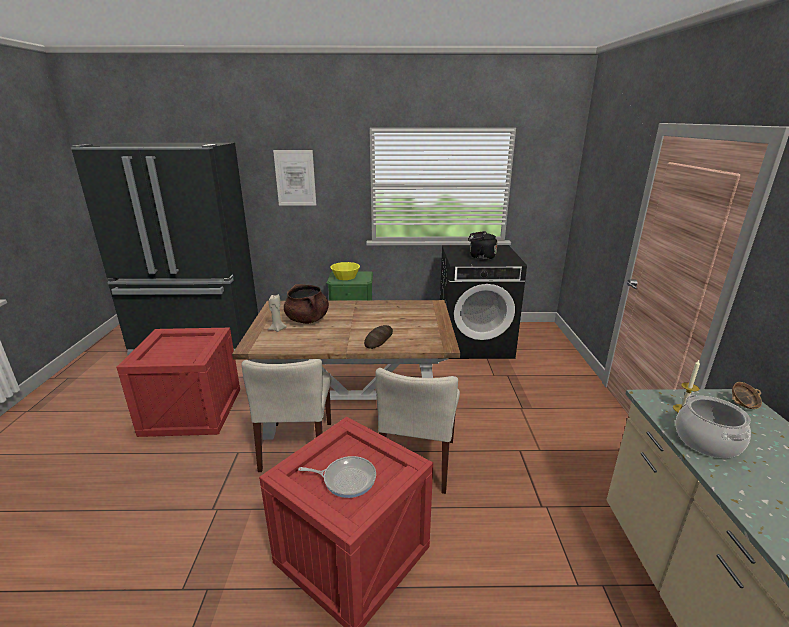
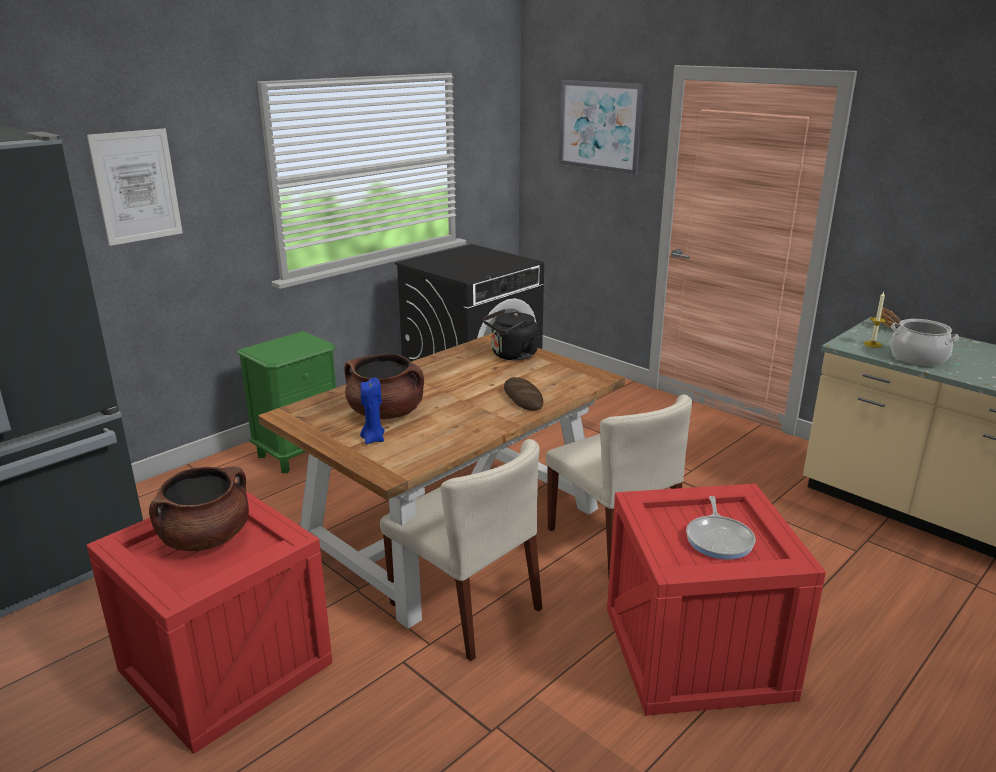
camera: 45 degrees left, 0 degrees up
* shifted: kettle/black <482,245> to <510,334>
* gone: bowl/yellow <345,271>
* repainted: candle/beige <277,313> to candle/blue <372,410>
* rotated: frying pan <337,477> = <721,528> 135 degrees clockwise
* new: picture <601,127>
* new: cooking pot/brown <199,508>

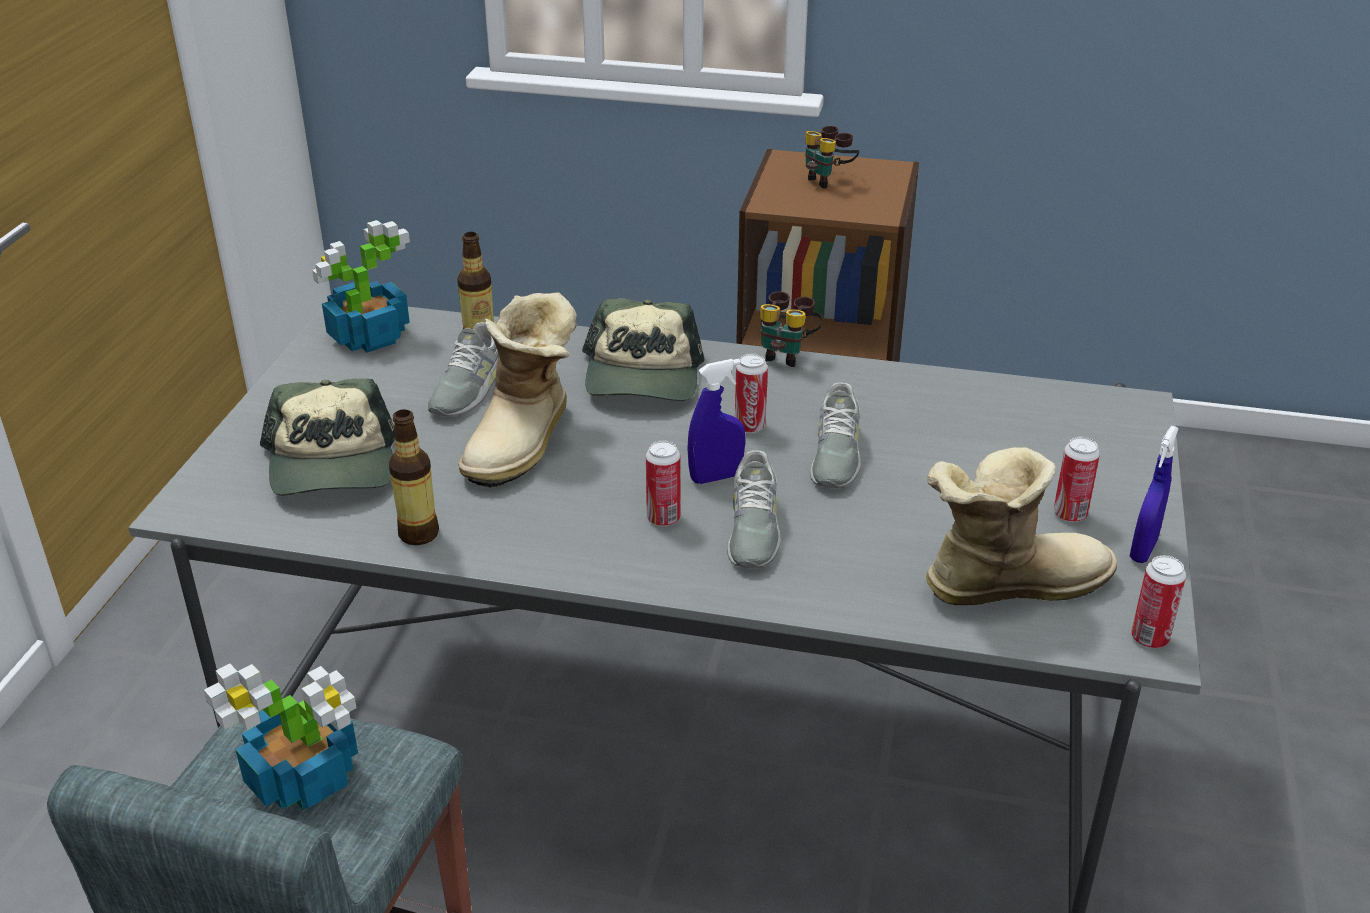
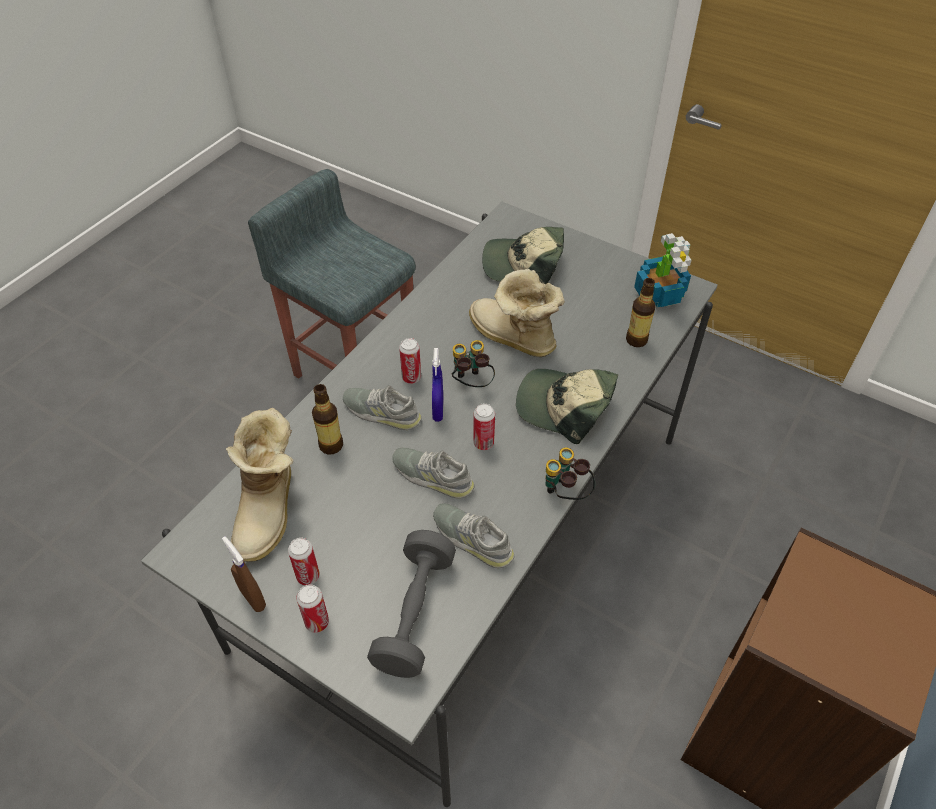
camera: 110 degrees right, 15 degrees up
* shifted: binoculars <832,157> to <473,363>
* shifted: shoe/grey <463,369> to <474,535>
* shifted: bottle <414,477> to <327,419>
* repainted: spray bottle/blue <1154,494> to spray bottle/brown <244,574>
* shifted: can <1158,601> to <313,608>
* gone: potted plant <281,736>
* new: dumbbell/grey <411,604>

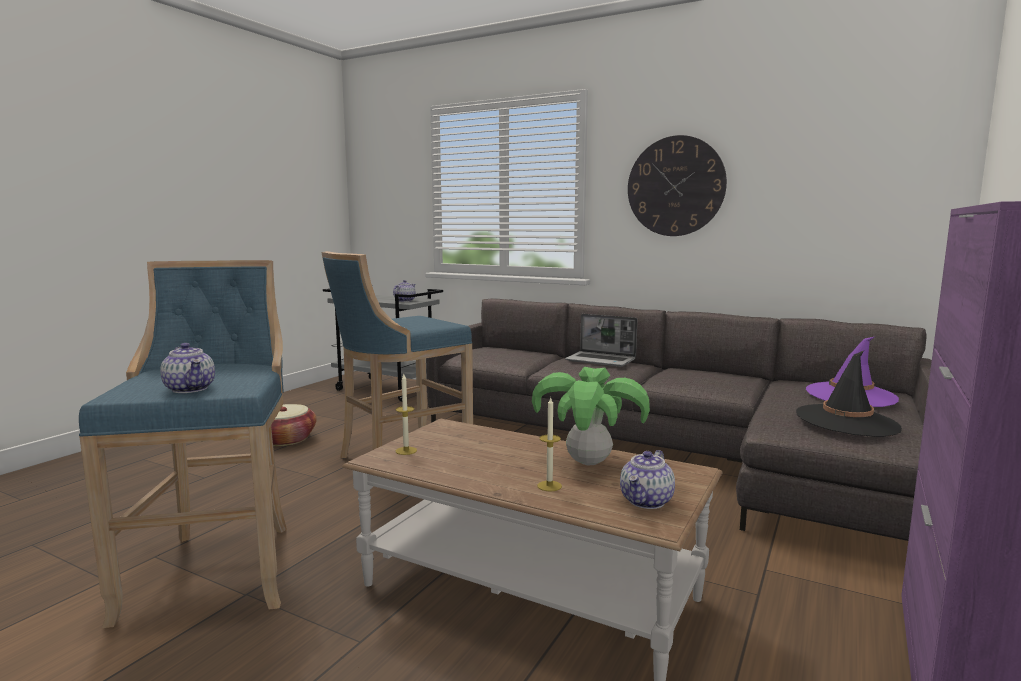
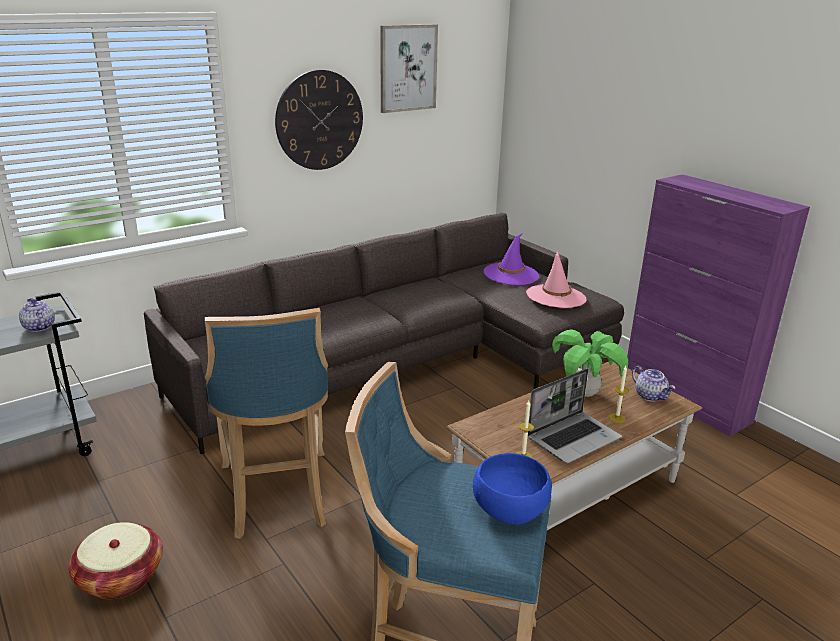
camera: 65 degrees left, 15 degrees up
* shifted: laptop <601,340> to <575,416>
* swapped: teapot <187,368> to bowl/blue <512,488>
* repainted: hat/black <849,394> to hat/pink <556,279>
* new: picture <409,68>

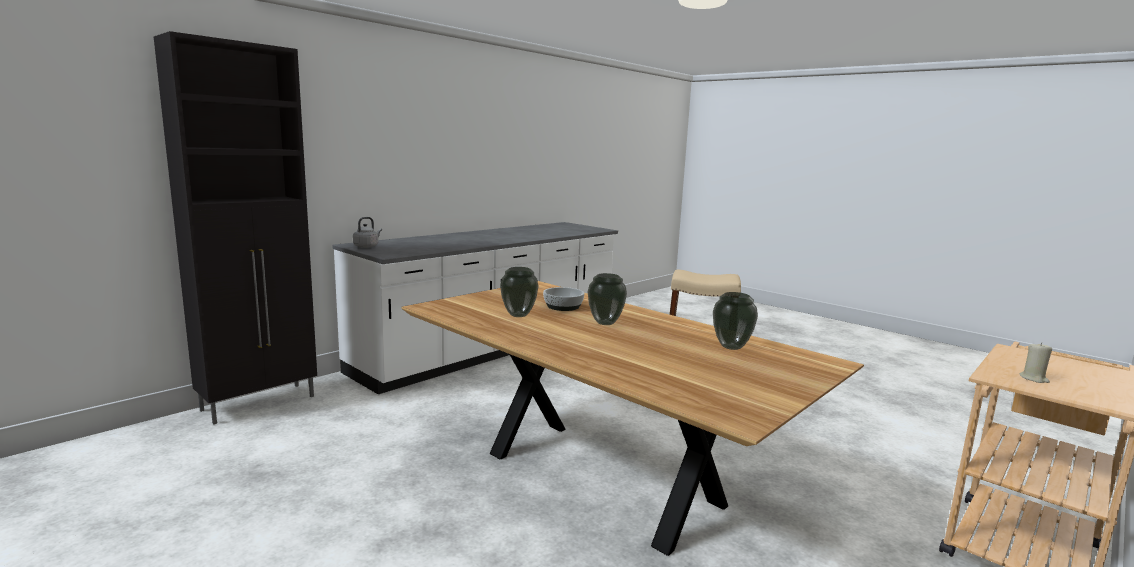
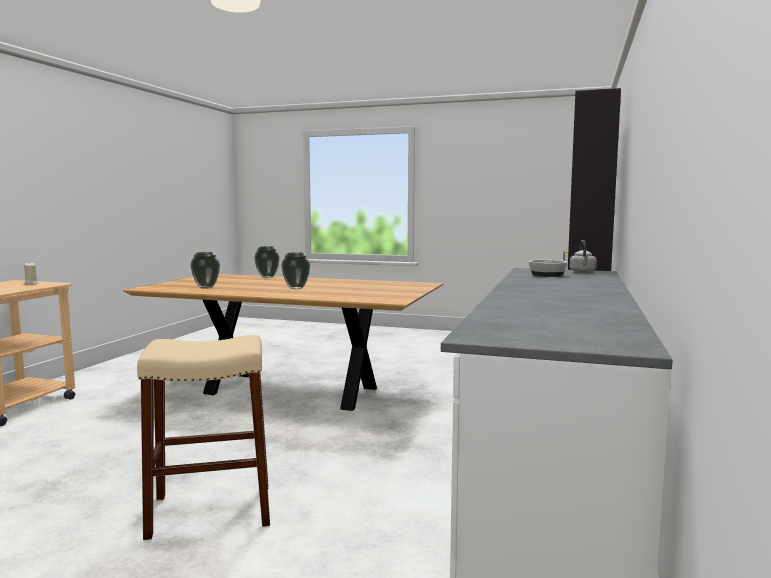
camera: 155 degrees right, 5 degrees down
* shifted: vase <519,292> to <267,262>
* shifted: bowl <564,299> to <547,268>

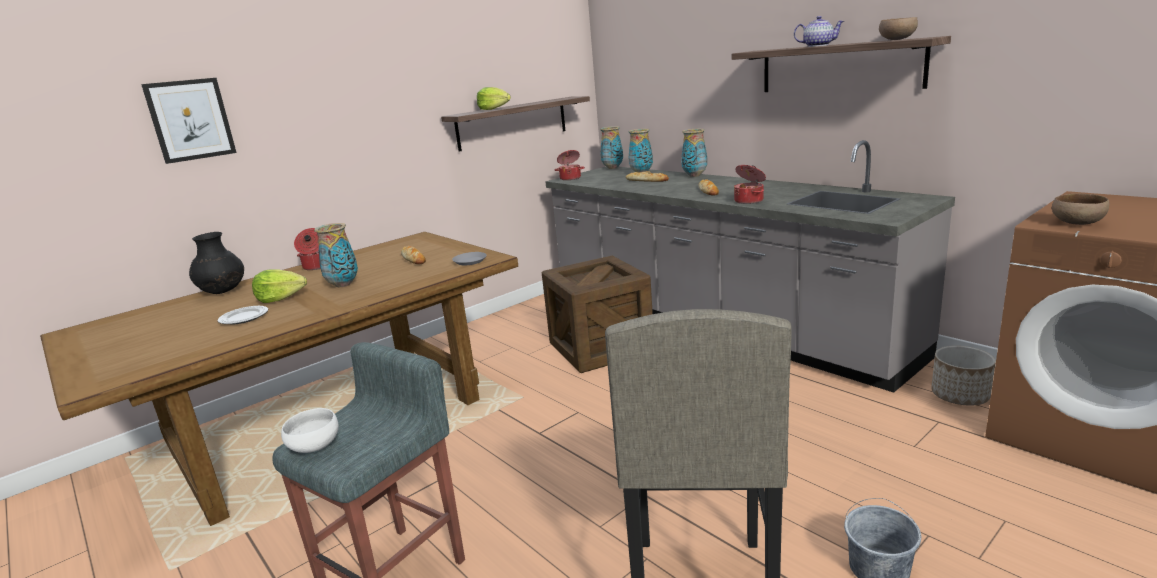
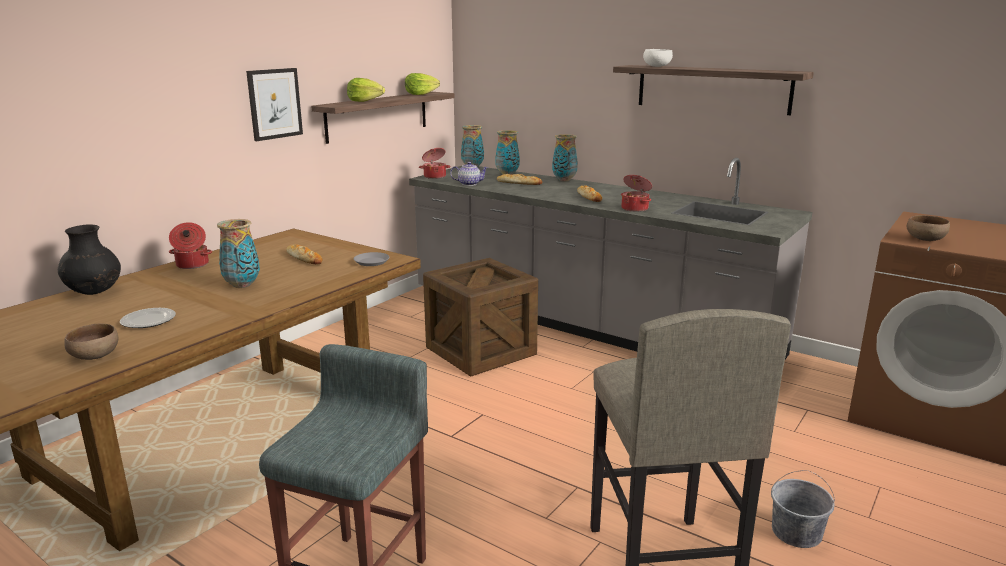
camera: 15 degrees left, 0 degrees up
* shifted: teapot <819,31> to <469,174>
* shifted: bowl/brown <898,28> to <91,342>
* shifted: picture <189,121> to <274,104>
* shifted: lettuce <279,286> to <422,84>
* gone: planter <963,376>
* shifted: bowl/white <310,430> to <658,58>

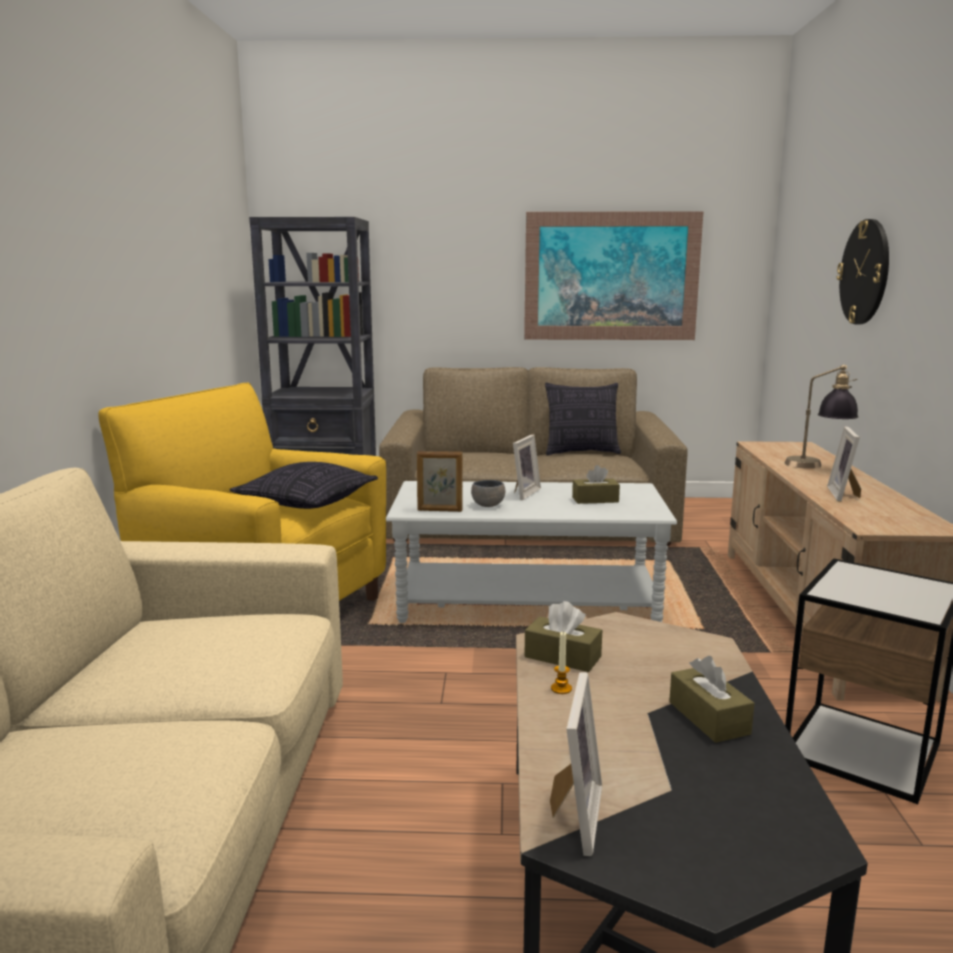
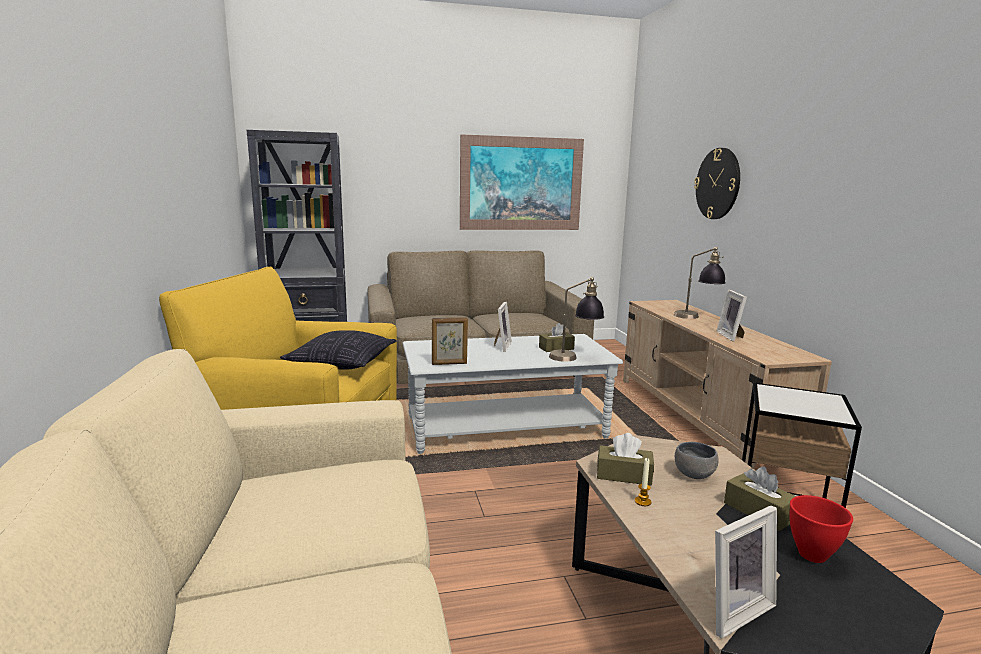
camera: 15 degrees left, 0 degrees up
* gone: pillow <583,419>
* shifted: bowl/grey <488,493> to <697,460>
* rotated: picture frame <576,764> = <746,572> 60 degrees clockwise
* new: table lamp <576,319>
* new: bowl/red <821,529>

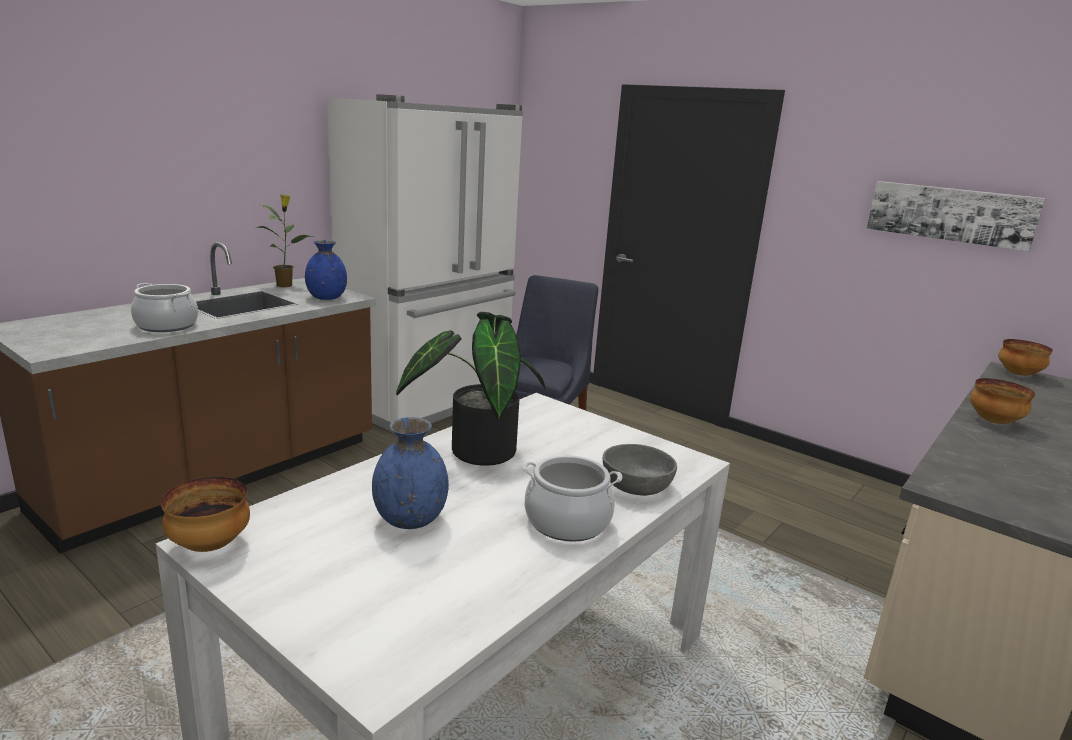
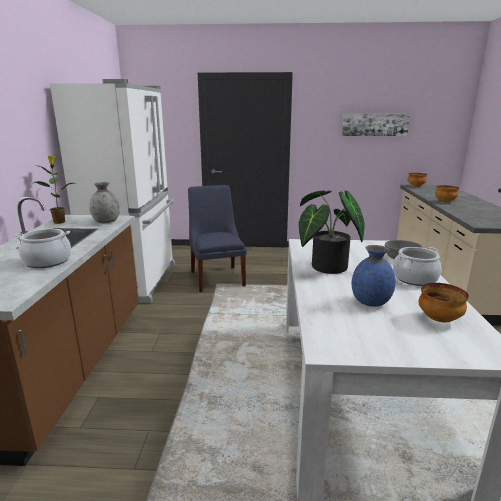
camera: 35 degrees left, 0 degrees up
* repainted: vase/blue <326,270> to vase/grey <104,202>
* shifted: bowl <205,514> to <444,302>

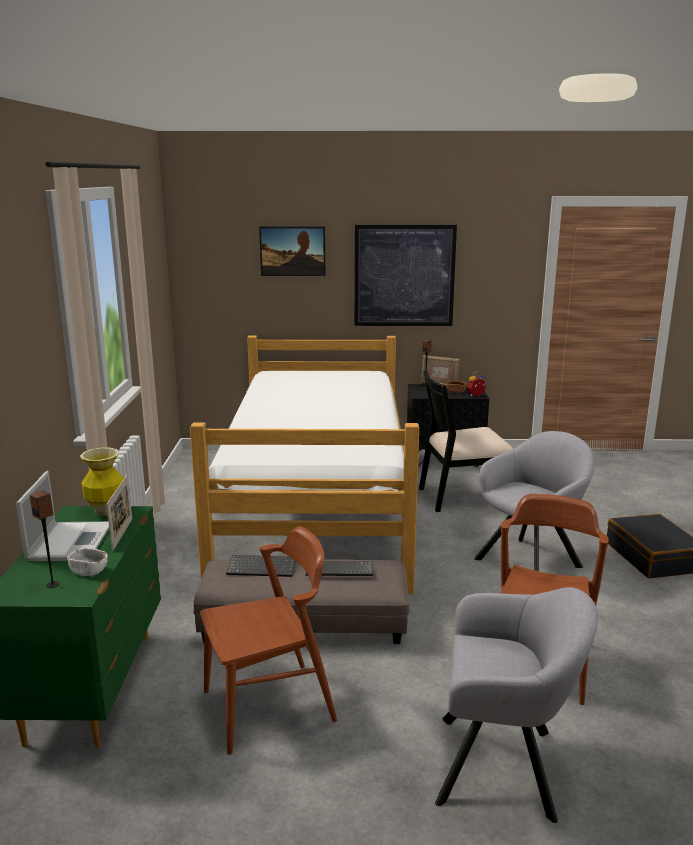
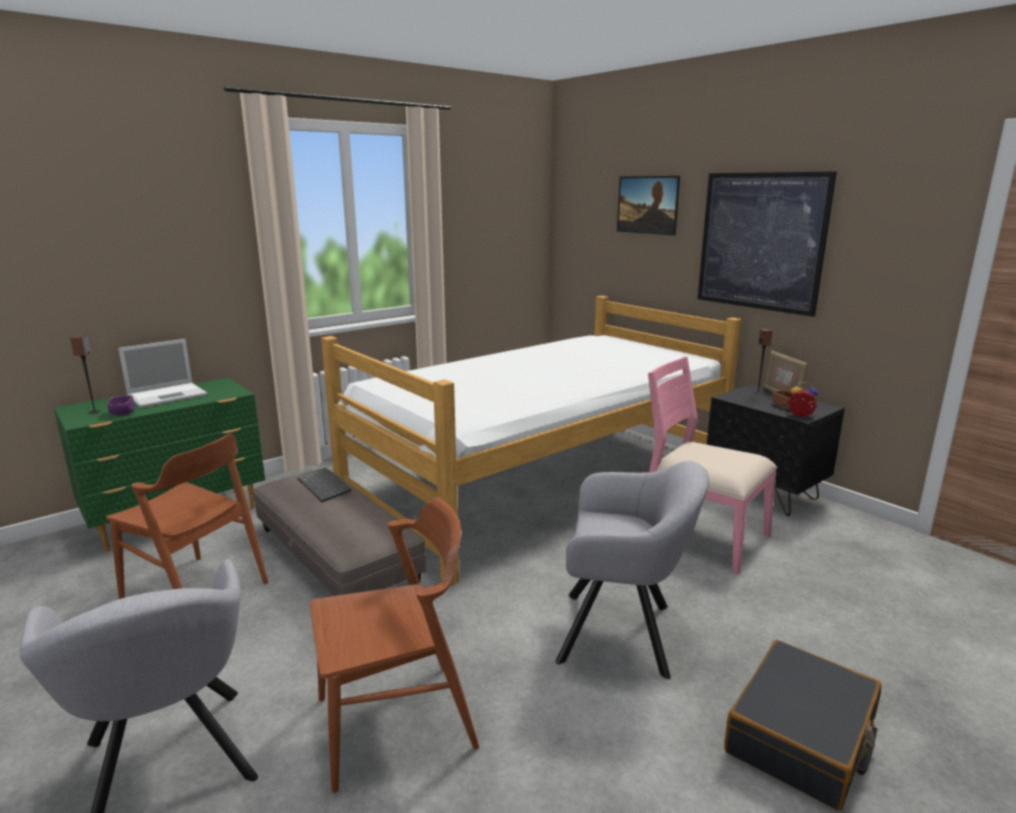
camera: 50 degrees right, 0 degrees up
* repainted: chair/black <466,441> to chair/pink <712,465>
* gone: vase <102,481>
* gone: picture frame <119,513>
* repainted: bowl/white <87,562> to bowl/purple <121,405>
* gone: keyboard <339,568>

